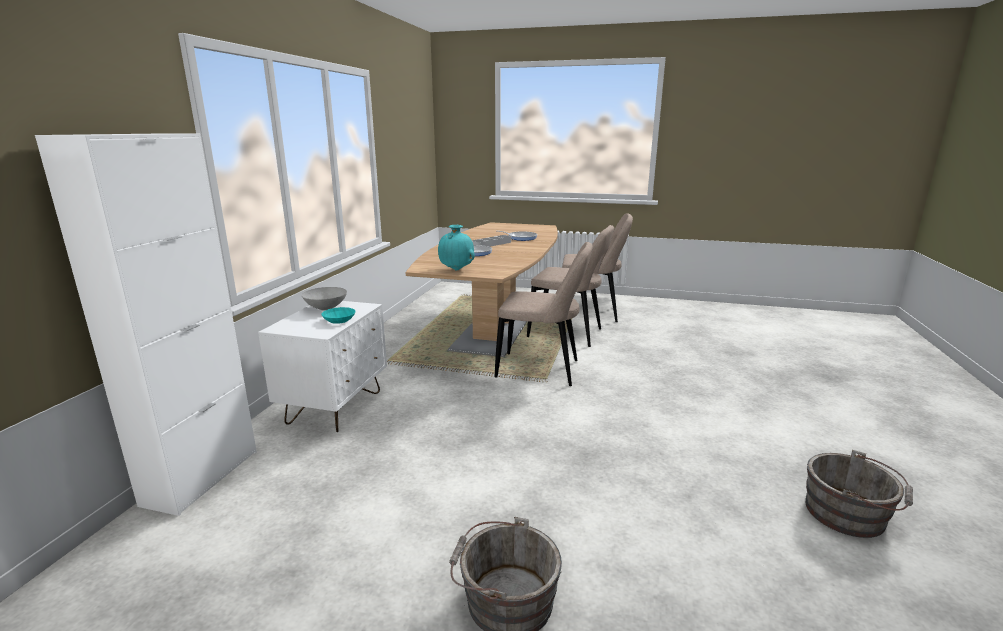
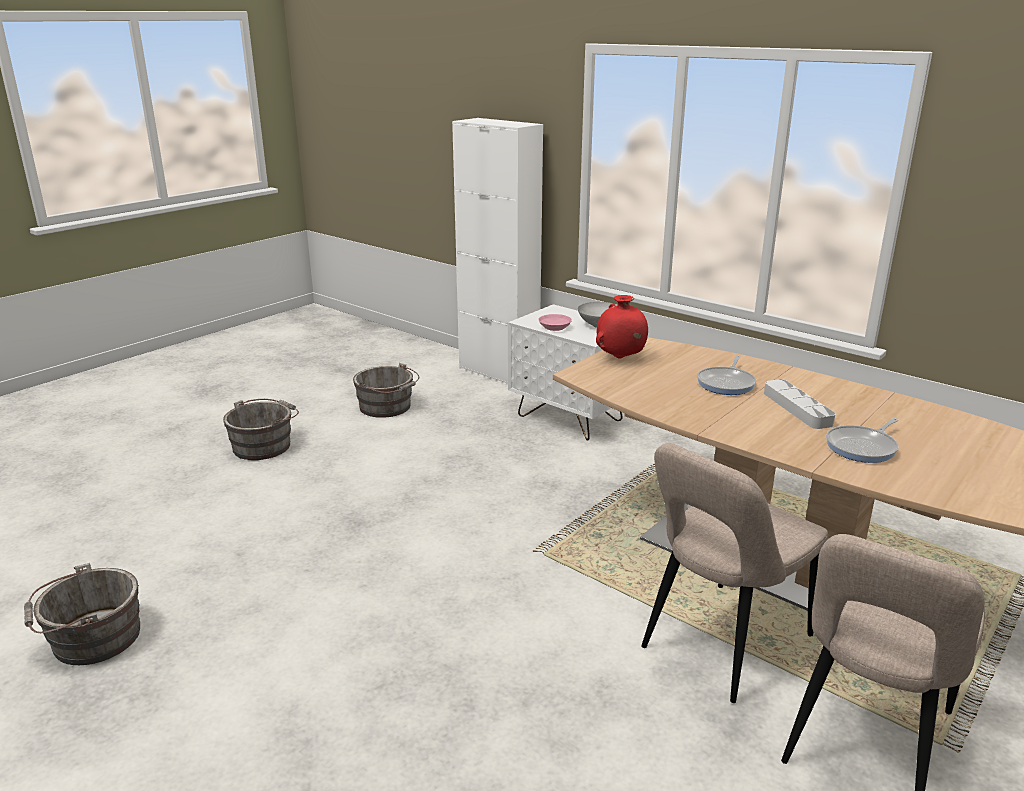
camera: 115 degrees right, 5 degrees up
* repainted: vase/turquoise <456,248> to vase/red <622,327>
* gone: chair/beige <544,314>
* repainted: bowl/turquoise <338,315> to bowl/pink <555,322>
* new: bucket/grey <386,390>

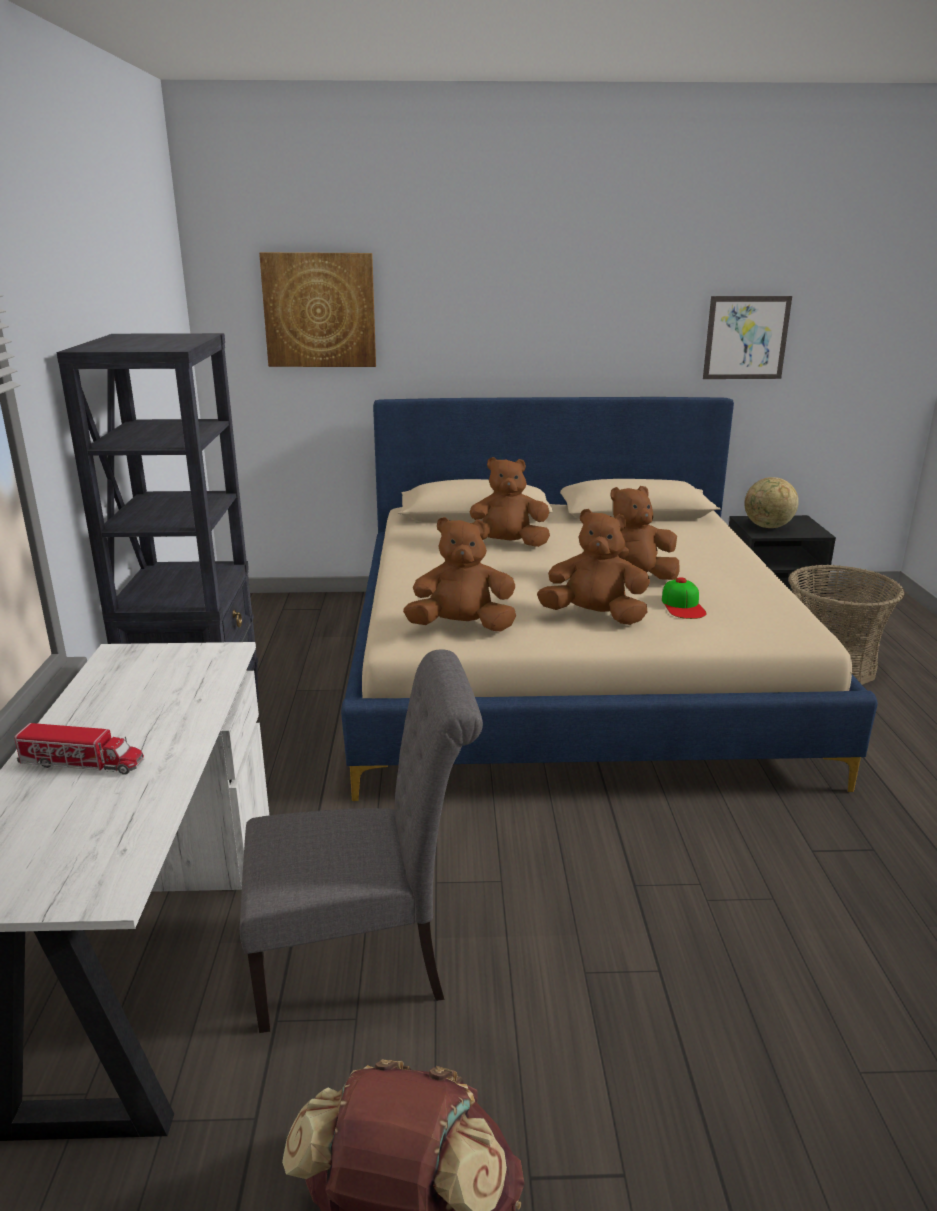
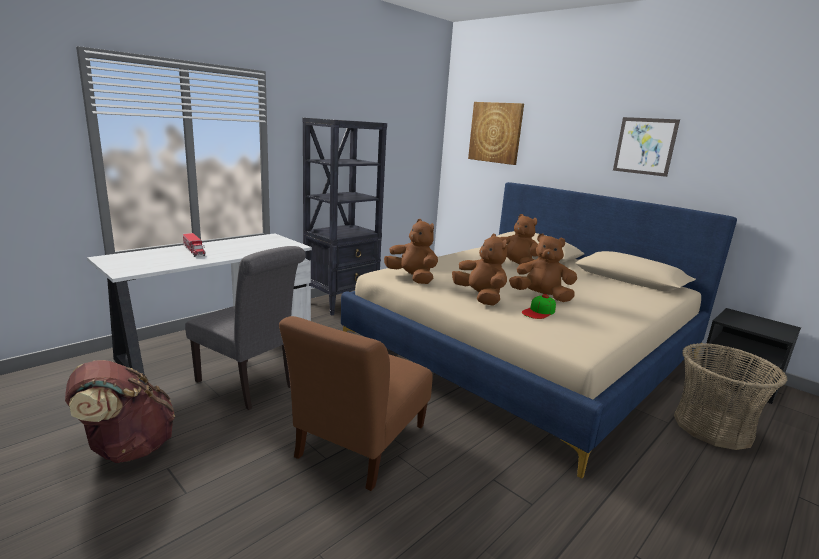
camera: 45 degrees right, 5 degrees down
* shifted: picture <747,337> to <646,147>
* gone: globe <772,502>
* new: chair/brown <356,403>

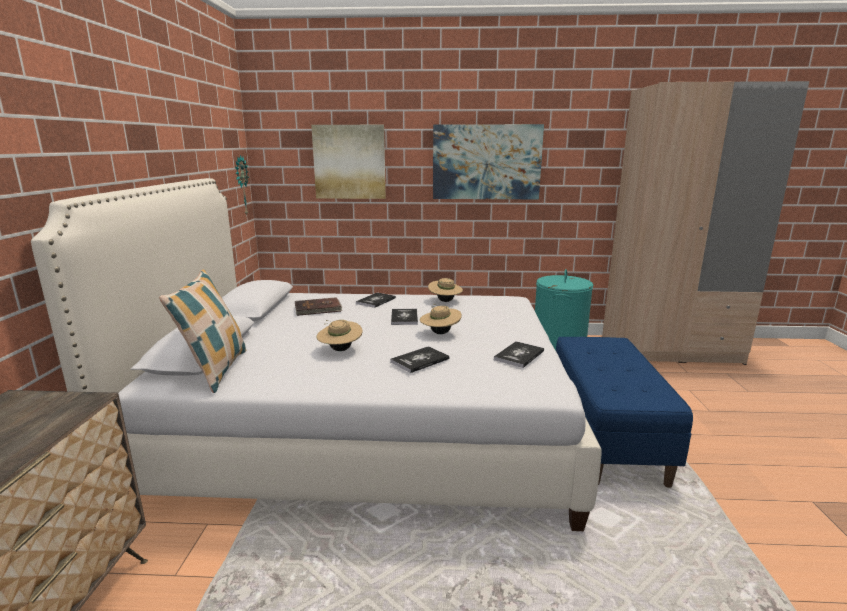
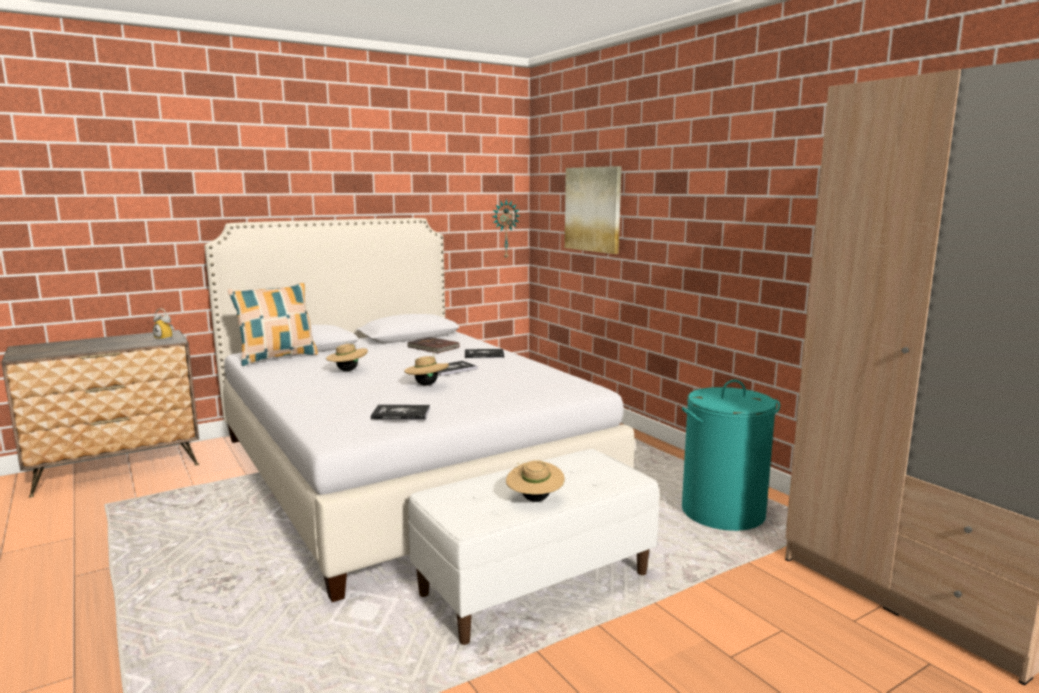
camera: 55 degrees right, 5 degrees down
* gone: picture <488,161>
* shifted: hat/beige <445,290> to <535,481>
* repainted: bench/blue <624,412> to bench/white <533,547>
* gone: book <419,359>
* new: alarm clock <164,324>

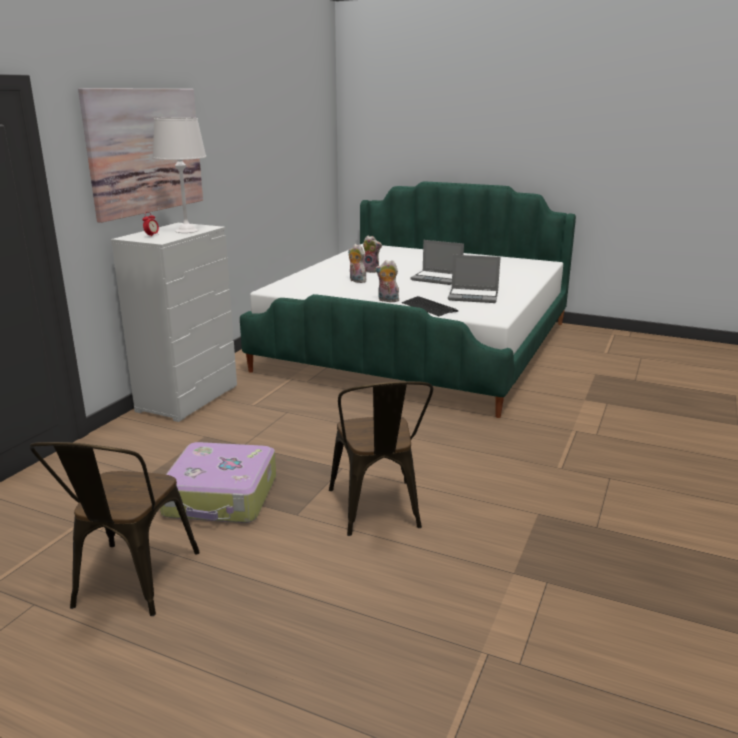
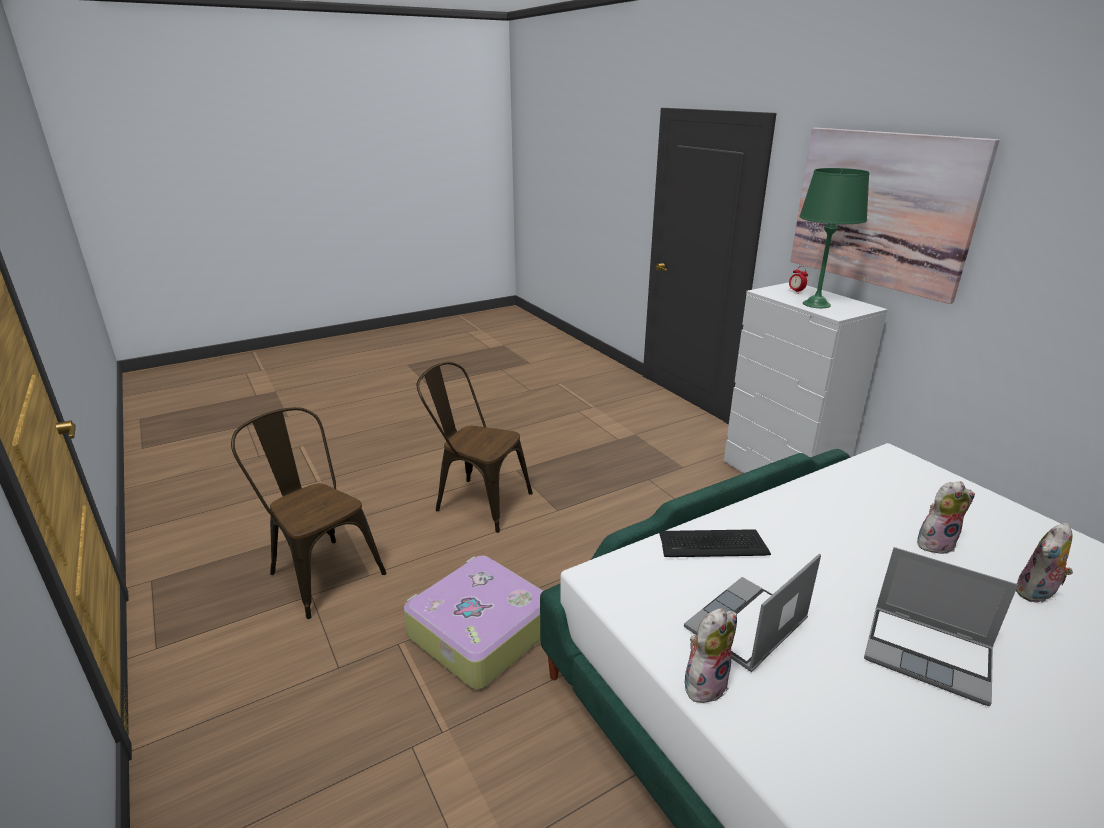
camera: 125 degrees right, 5 degrees up
* repainted: table lamp/white <179,175> to table lamp/green <834,238>
* rotated: laptop <437,262> = <941,626> 120 degrees counterclockwise
* shifted: plush toy <388,281> to <710,657>
* shifted: chair/brown <114,529> to <309,513>
* shifted: suitcase <218,482> to <473,622>

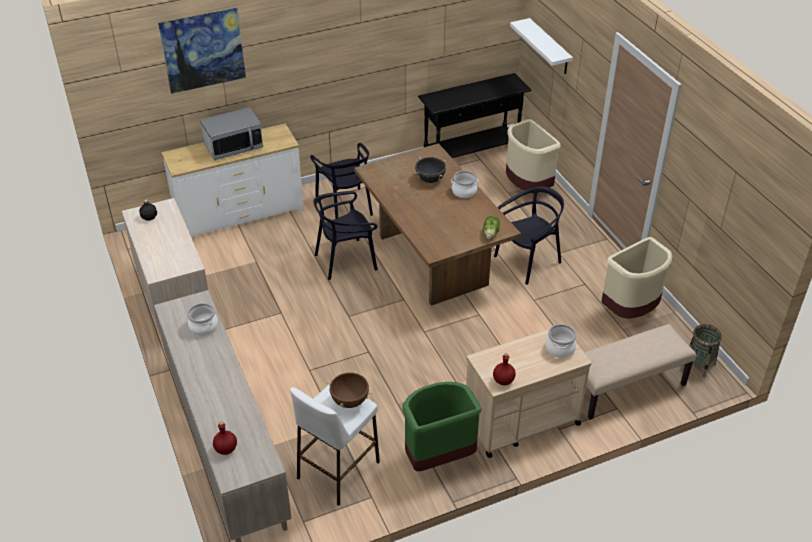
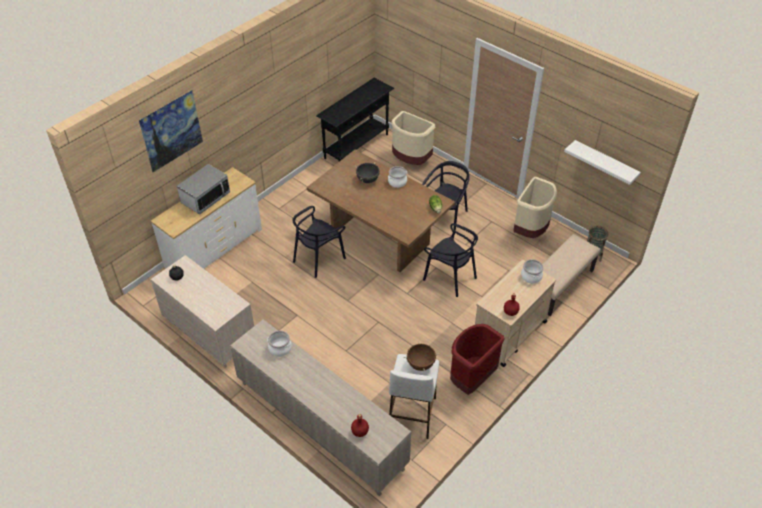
camera: 25 degrees left, 5 degrees up
* shifted: shelf/white <541,46> to <602,162>
* shifted: chair/black <341,181> to <450,260>
* repainted: trash can/green <442,426> to trash can/red <477,359>

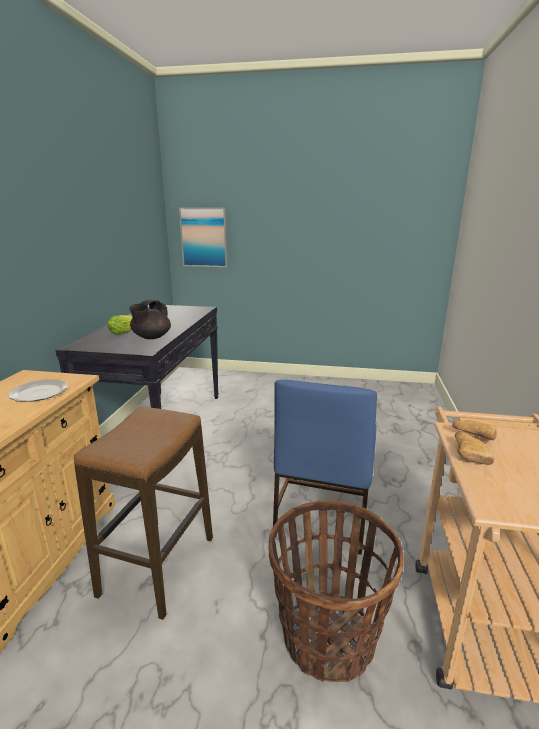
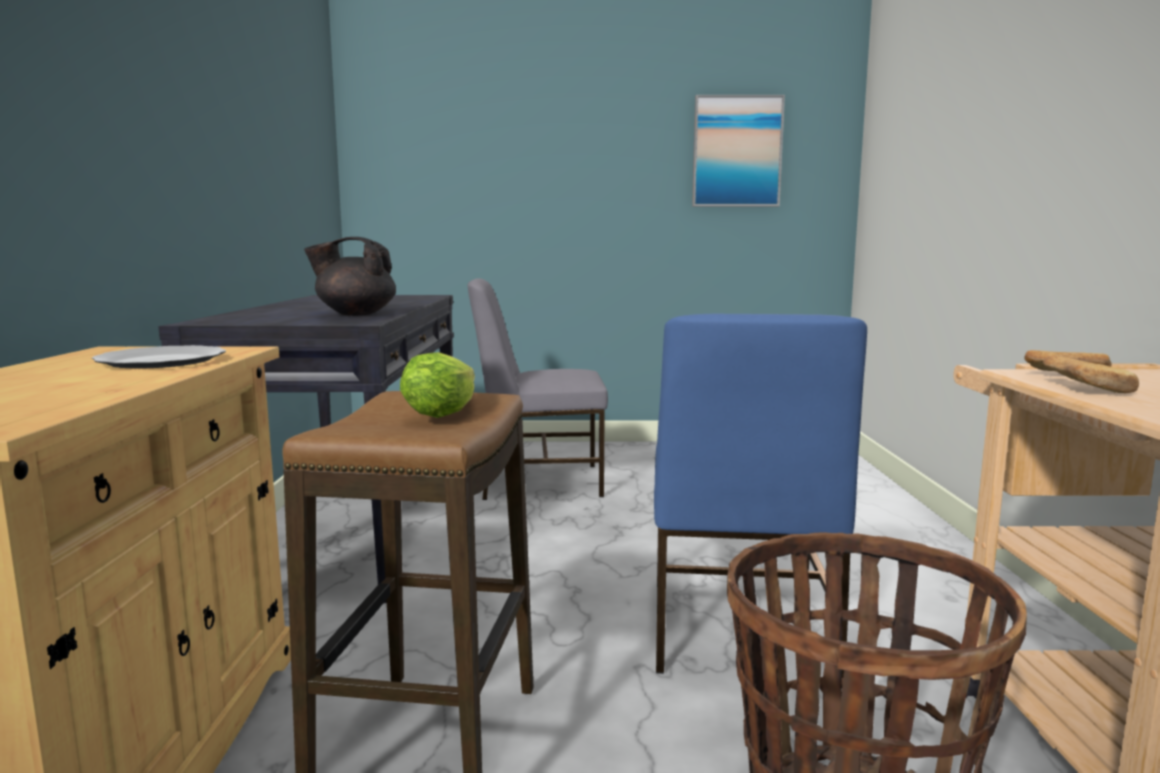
camera: 10 degrees left, 10 degrees down
* shifted: picture <203,237> to <738,151>
* rotated: teapot/black <150,319> = <350,276> 75 degrees clockwise
* shifted: lettuce <120,325> to <437,385>
* new: chair/grey <538,389>

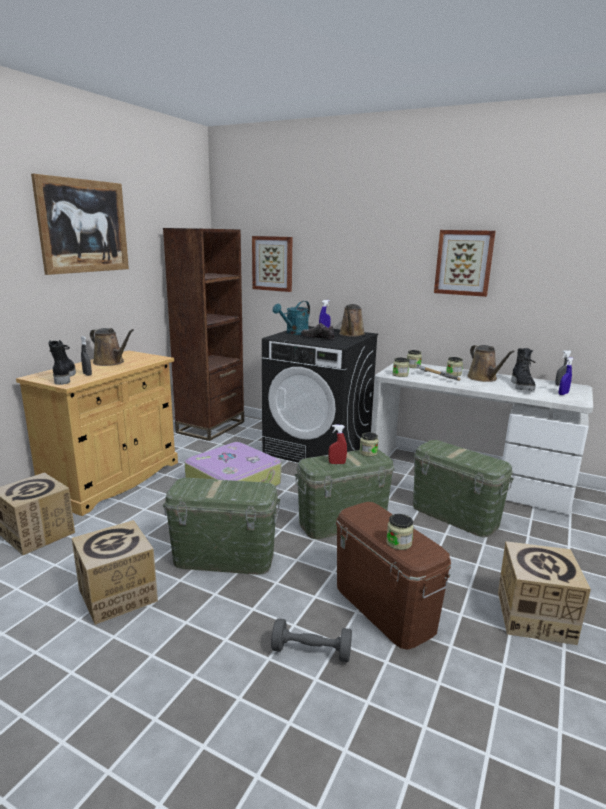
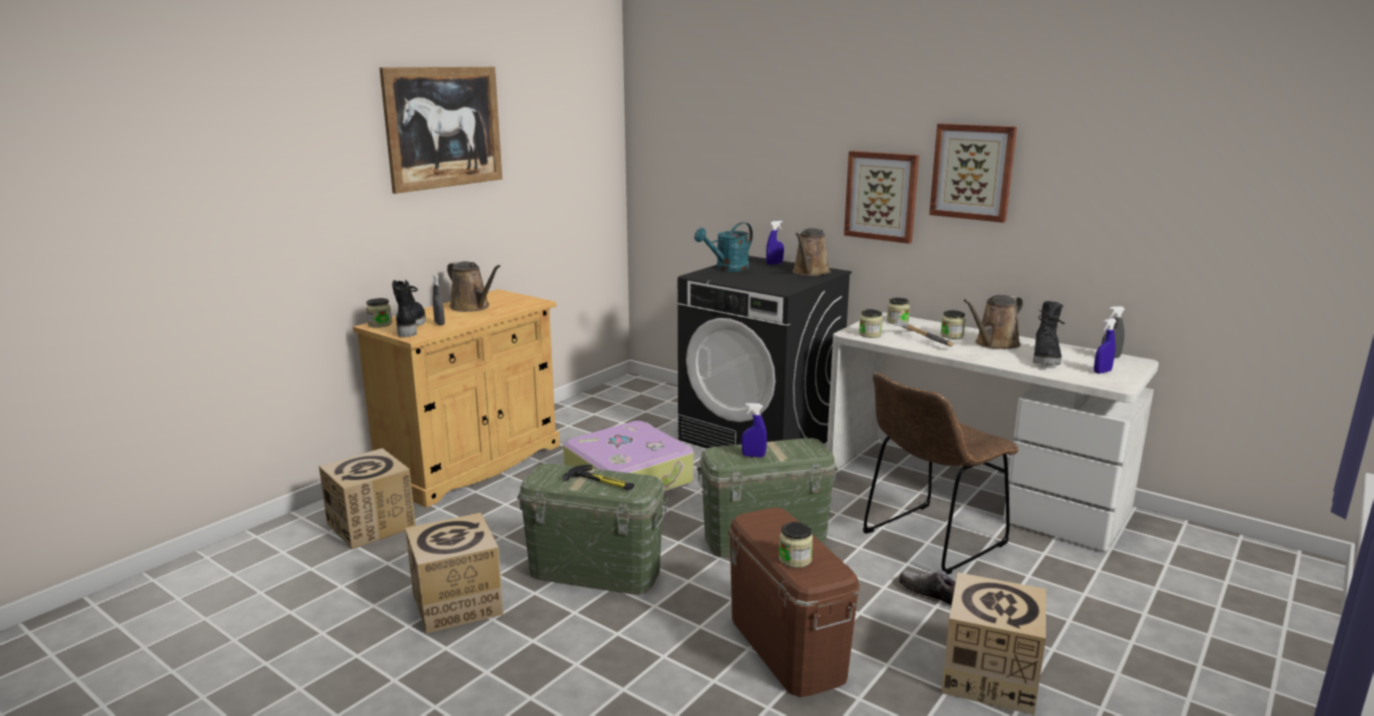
camera: 10 degrees right, 0 degrees up
* gone: bookcase/brown <203,334>
* shifted: picture <272,264> to <881,197>
* shifted: shoe <317,331> to <927,586>
* rotated: watering can/brown <491,363> = <993,322> 60 degrees clockwise
* repainted: spray bottle/red <338,444> to spray bottle/blue <754,430>
* shifted: jar <369,444> to <379,313>
* swapped: storage box/green <463,488> to chair/brown <941,473>
* gone: dumbbell/grey <311,640>
* new: hammer <598,477>

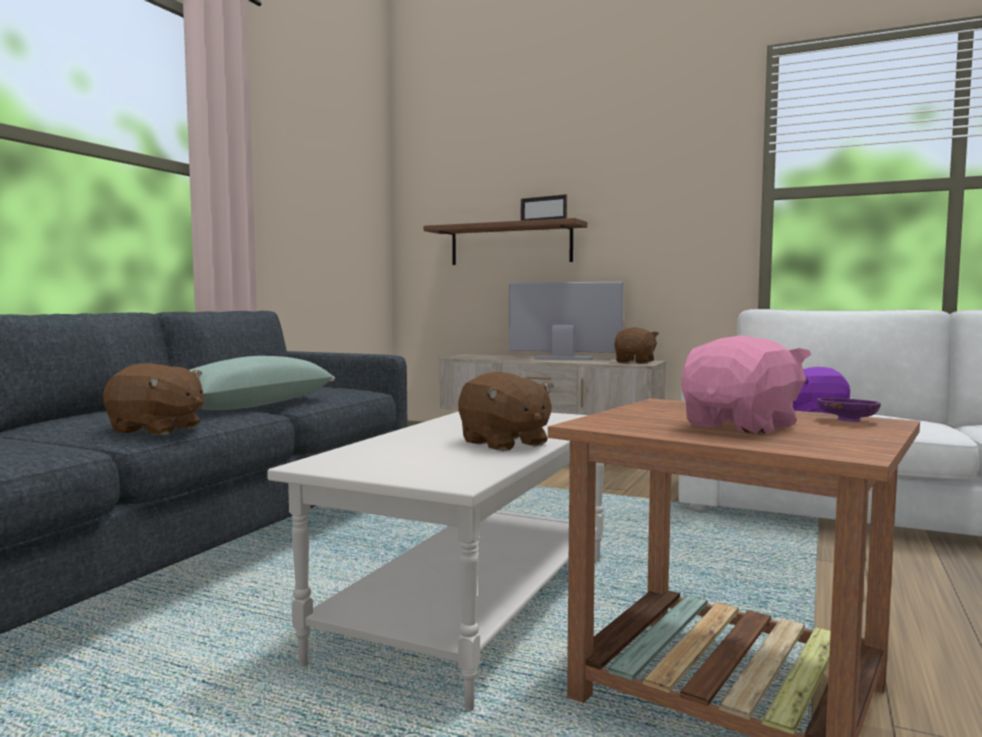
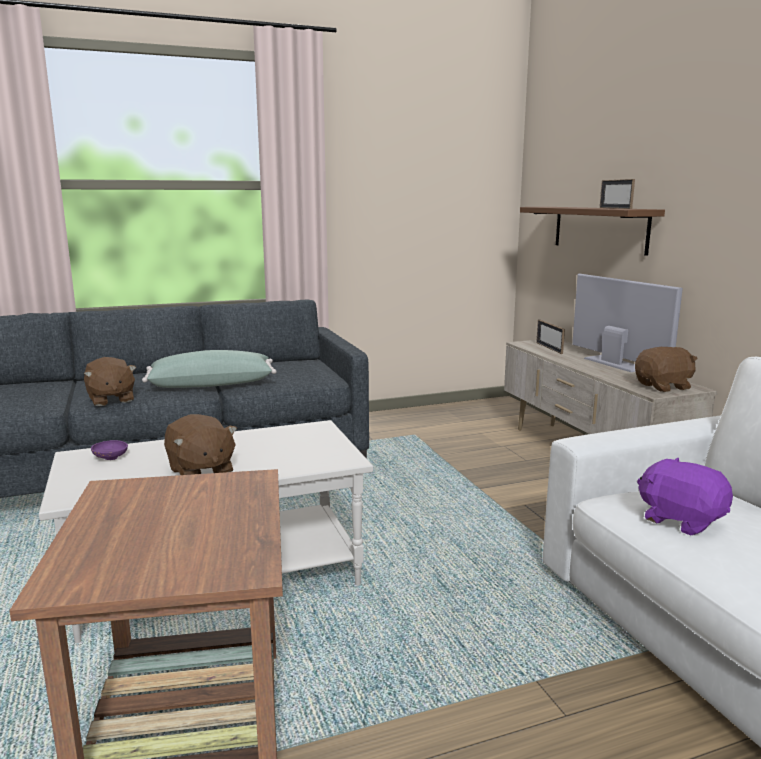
camera: 45 degrees right, 10 degrees up
* gone: plush toy/pink <746,385>
* rotated: plush toy/brown <506,411> = <200,444> 45 degrees counterclockwise
* shifted: bowl/purple <849,410> to <109,450>
* new: picture frame <550,337>

